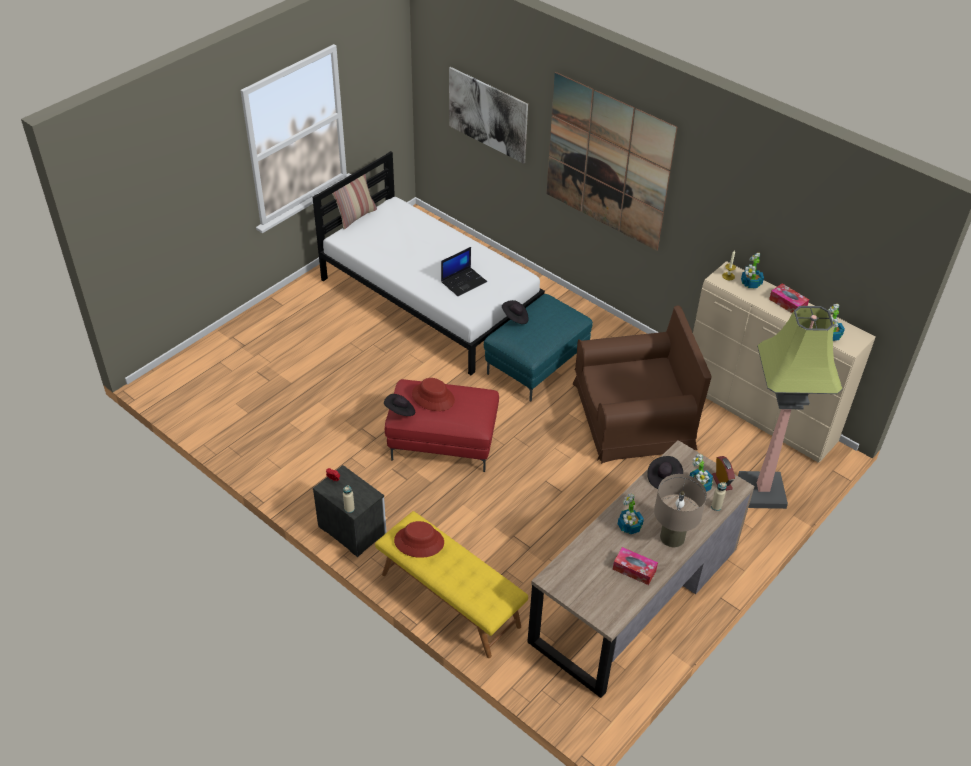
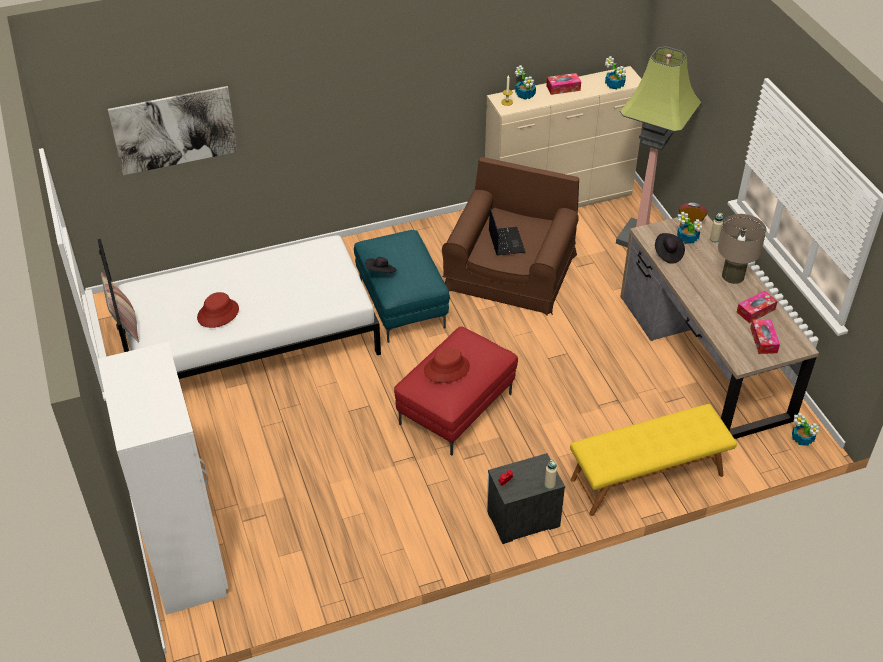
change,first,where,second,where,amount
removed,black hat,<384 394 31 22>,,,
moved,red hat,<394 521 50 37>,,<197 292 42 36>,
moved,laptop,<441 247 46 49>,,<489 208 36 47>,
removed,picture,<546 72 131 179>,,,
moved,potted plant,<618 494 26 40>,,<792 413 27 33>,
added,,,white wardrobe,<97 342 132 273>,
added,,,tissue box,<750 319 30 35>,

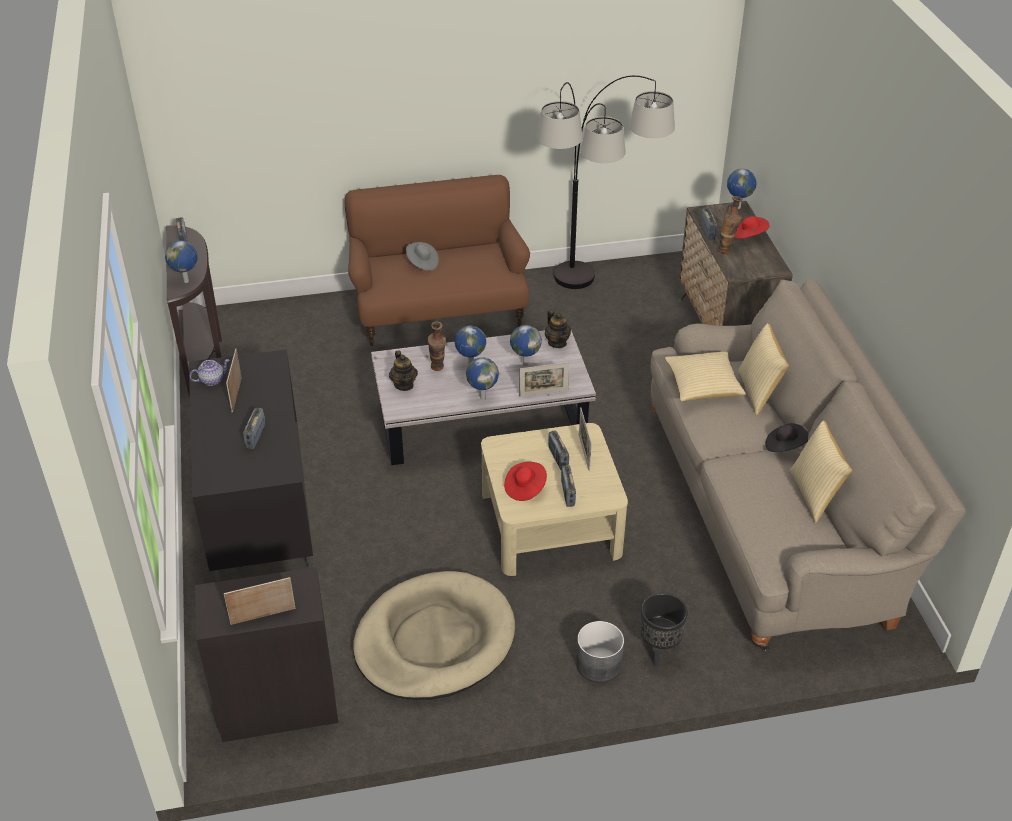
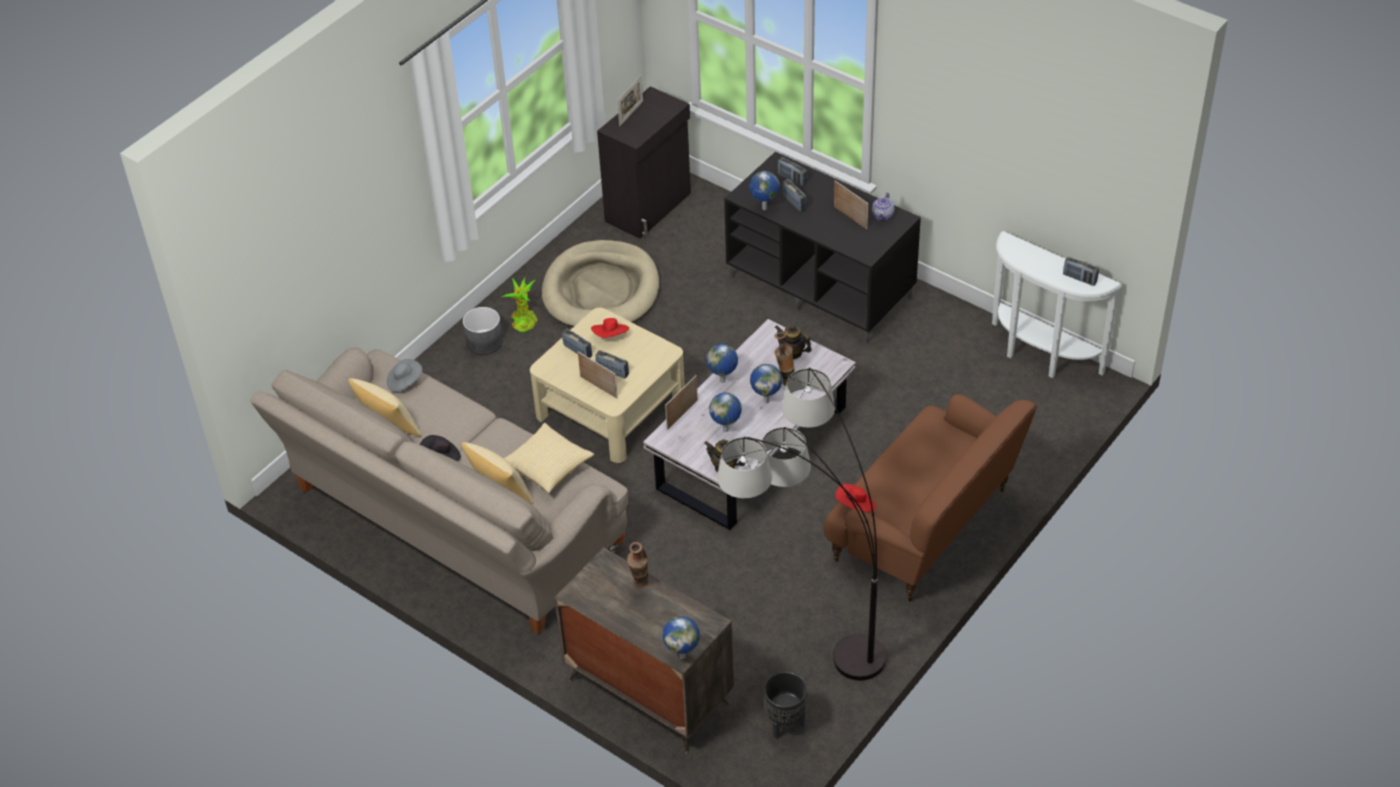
change,first,where,second,where,amount
moved,globe,<165 241 32 42>,,<749 171 30 39>,
recoloured,brown console table,<166 225 56 171>,white console table,<992 231 130 147>,
moved,grey hat,<406 242 33 29>,,<387 359 36 33>,
moved,black planter,<640 593 48 74>,,<763 672 44 67>,
moved,radio,<701 207 16 33>,,<778 157 29 30>,
moved,red hat,<734 216 36 23>,,<835 484 41 28>,
added,,,potted plant,<501 278 37 55>,

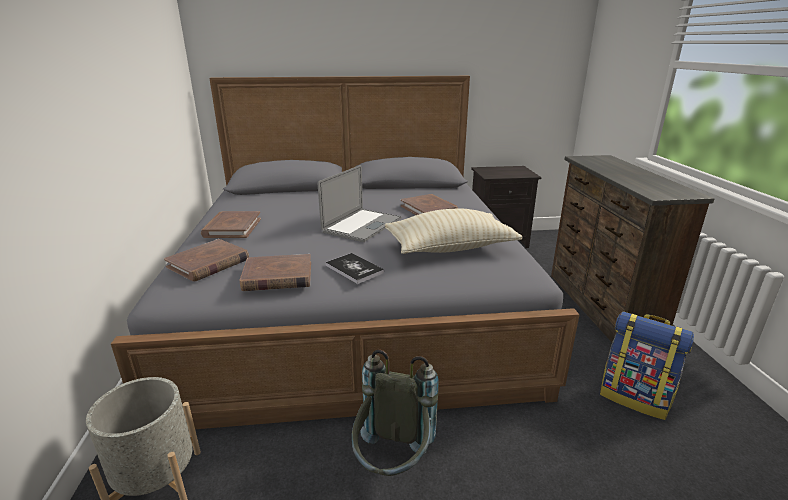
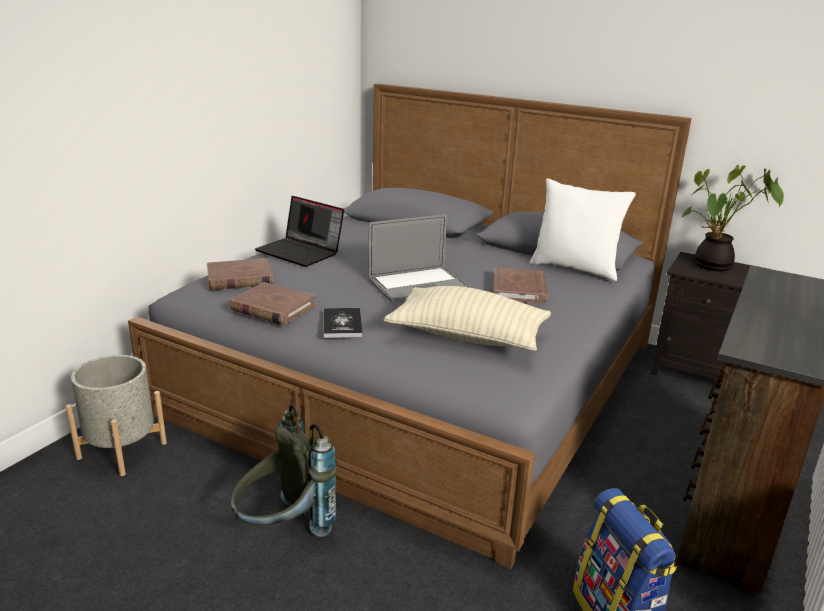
change,first,where,second,where,amount
replaced,brown book,<201 211 60 27>,laptop,<255 196 89 71>,
added,,,white pillow,<530 178 106 103>,
added,,,potted plant,<682 165 102 107>,

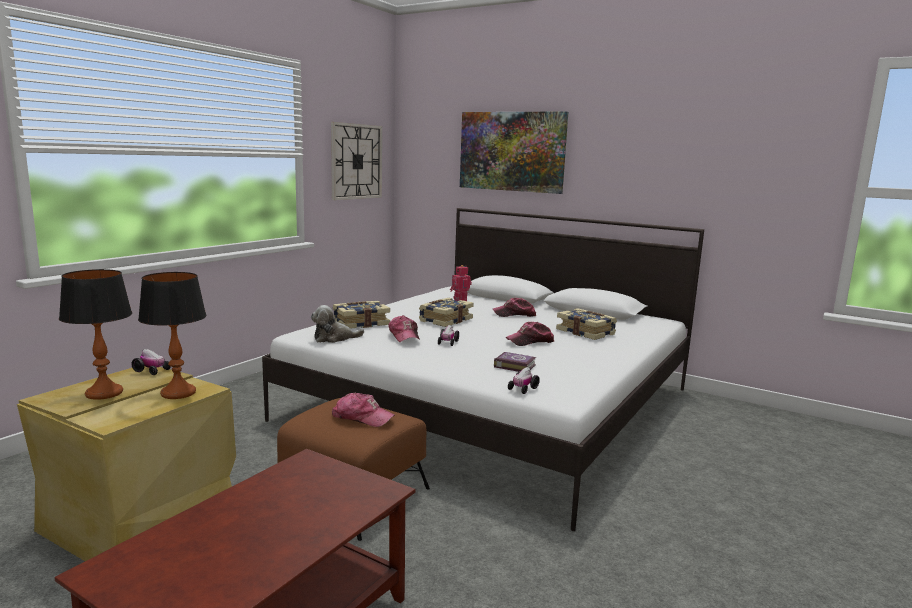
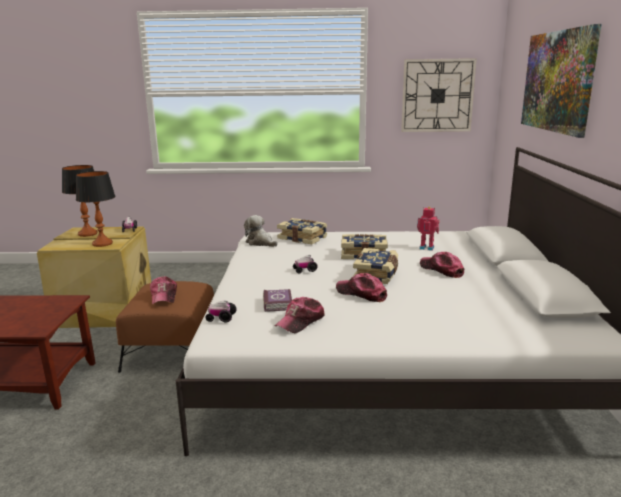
change,first,where,second,where,amount
moved,cap,<388 315 32 27>,,<275 297 50 36>,
moved,book,<556 308 61 32>,,<353 248 45 36>,

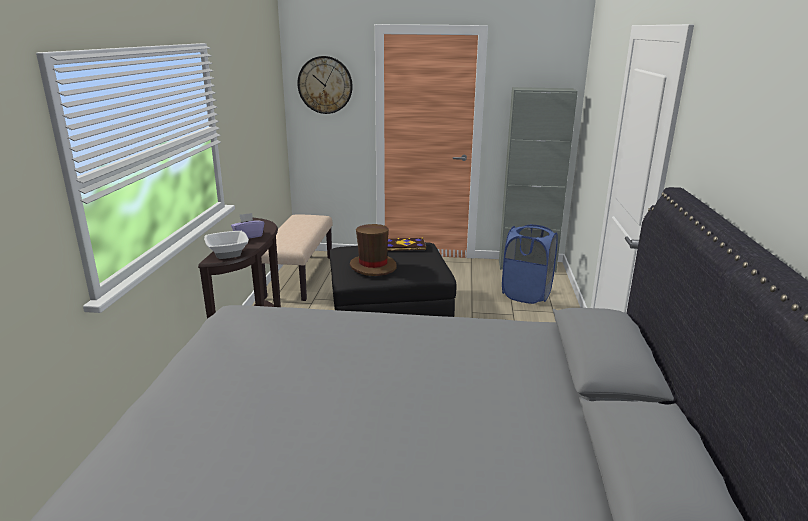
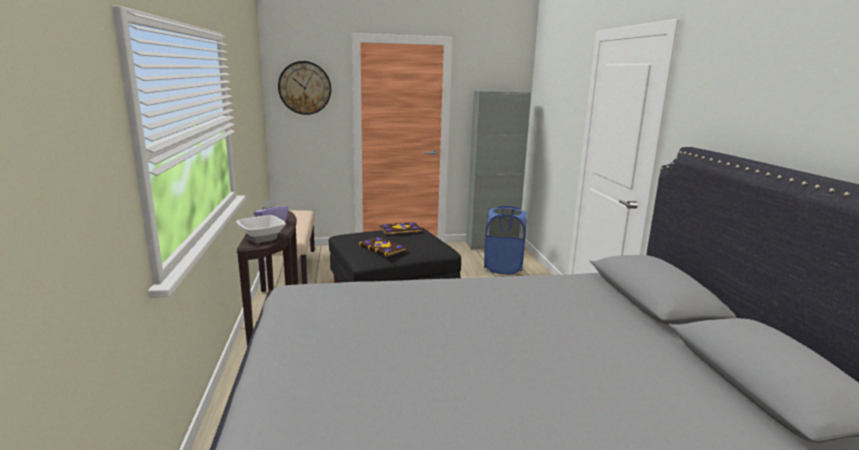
change,first,where,second,where,amount
replaced,brown hat,<350 224 47 52>,book,<359 237 48 20>,

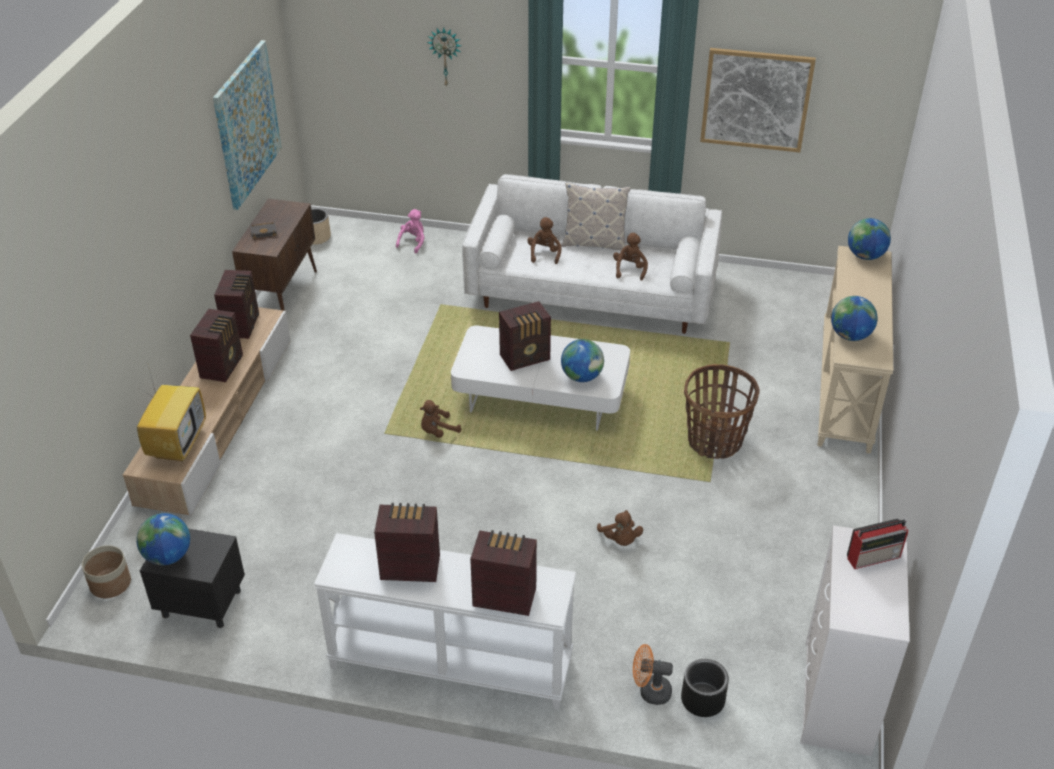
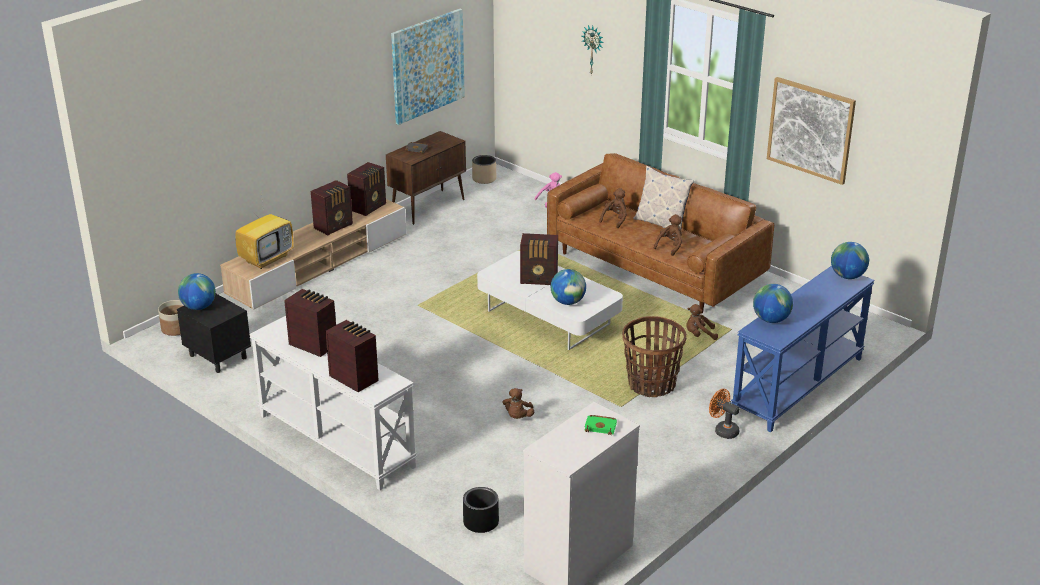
change,first,where,second,where,amount
moved,brown plush toy,<420 400 41 38>,,<686 304 32 36>,
recoloured,white sofa,<462 174 260 160>,brown sofa,<547 153 227 160>,
moved,orange fan,<633 644 40 61>,,<709 389 31 50>,
recoloured,beige console table,<817 246 76 208>,blue console table,<731 266 144 166>,
replaced,radio,<847 518 61 51>,green book,<584 415 33 20>,

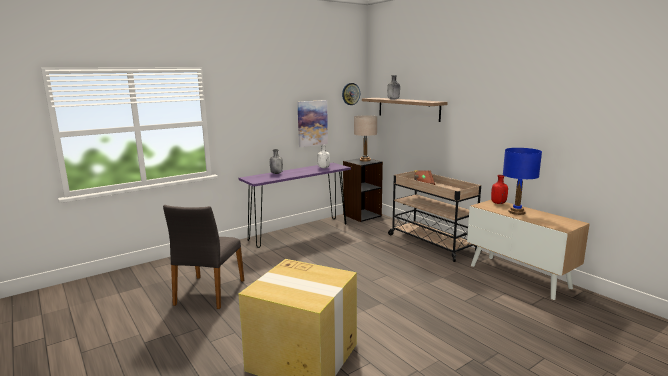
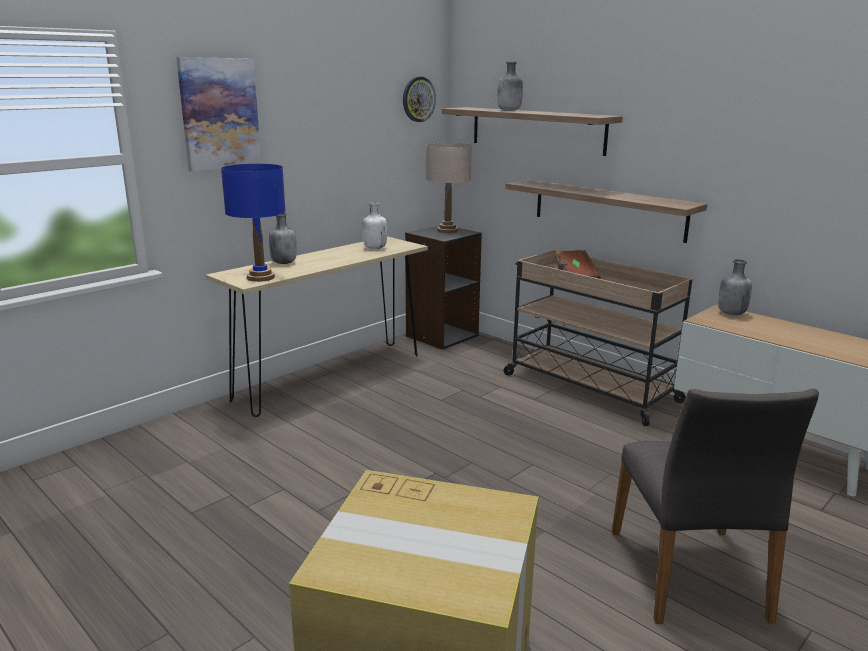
change,first,where,second,where,amount
moved,grey chair,<163 205 81 104>,,<612 389 207 235>,
recoloured,purple console table,<239 163 112 85>,beige console table,<206 236 222 181>,
moved,picture,<297 100 31 47>,,<176 57 85 115>,
recoloured,red bottle,<491 175 17 29>,grey bottle,<718 259 34 56>,
moved,blue table lamp,<503 148 39 67>,,<221 164 65 118>,
added,,,shelf,<505 180 202 63>,

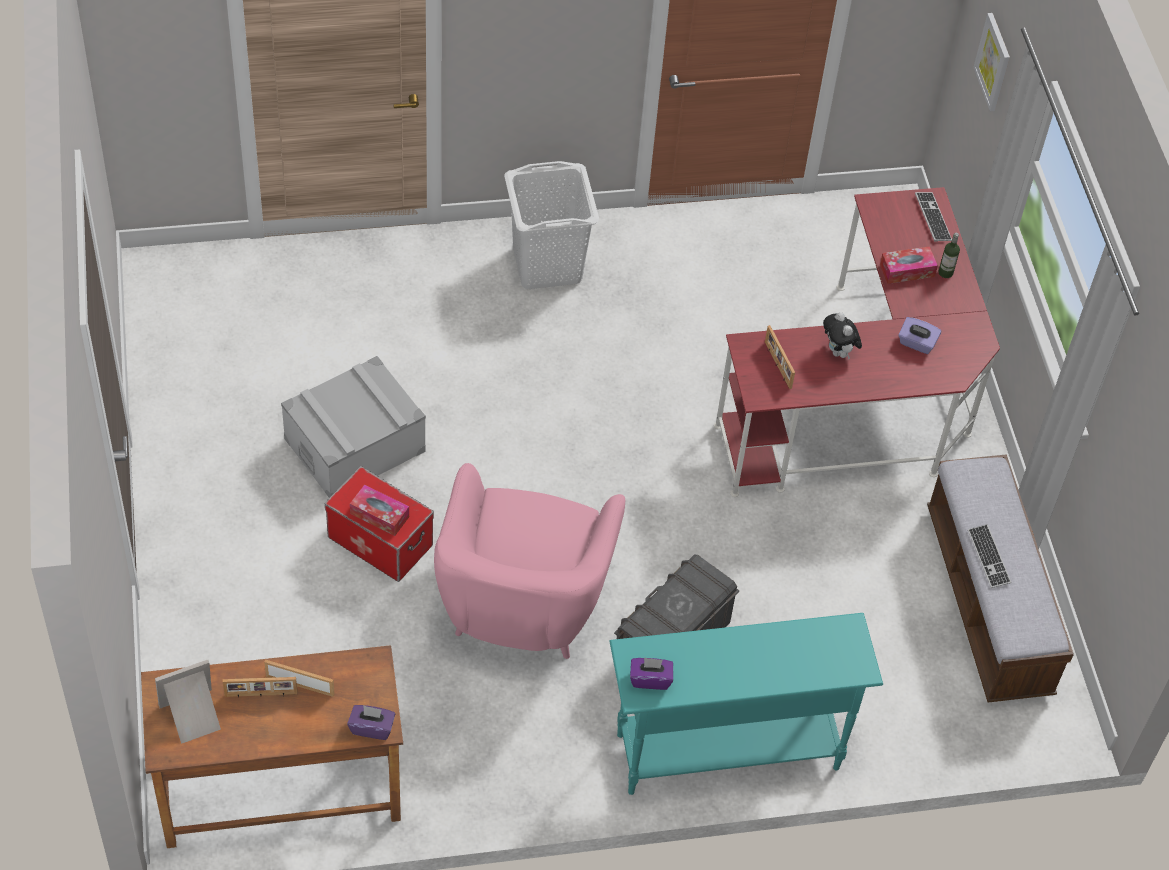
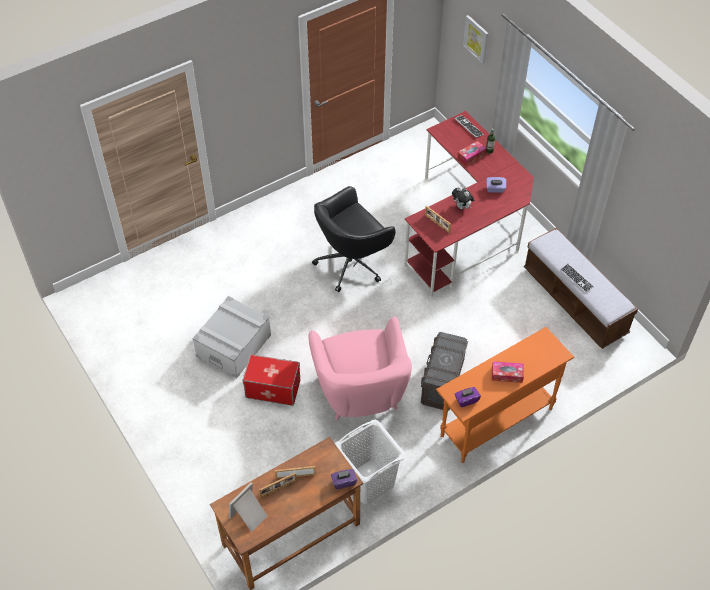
change,first,where,second,where,amount
moved,tissue box,<350 484 59 52>,,<492 361 32 22>,
moved,white laundry basket,<504 161 95 128>,,<335 420 71 84>,
recoloured,turquoise console table,<609 613 274 182>,orange console table,<436 327 138 136>,
added,,,black office chair,<312 186 84 106>,

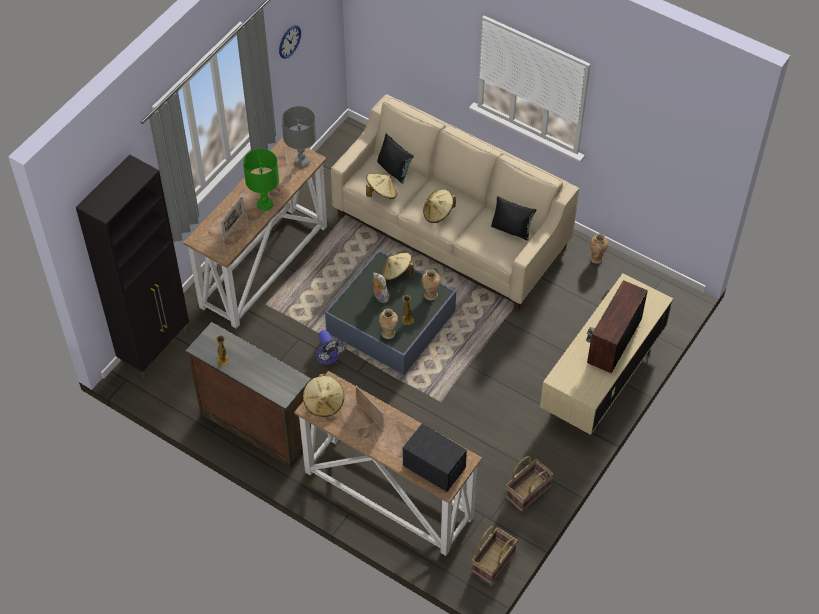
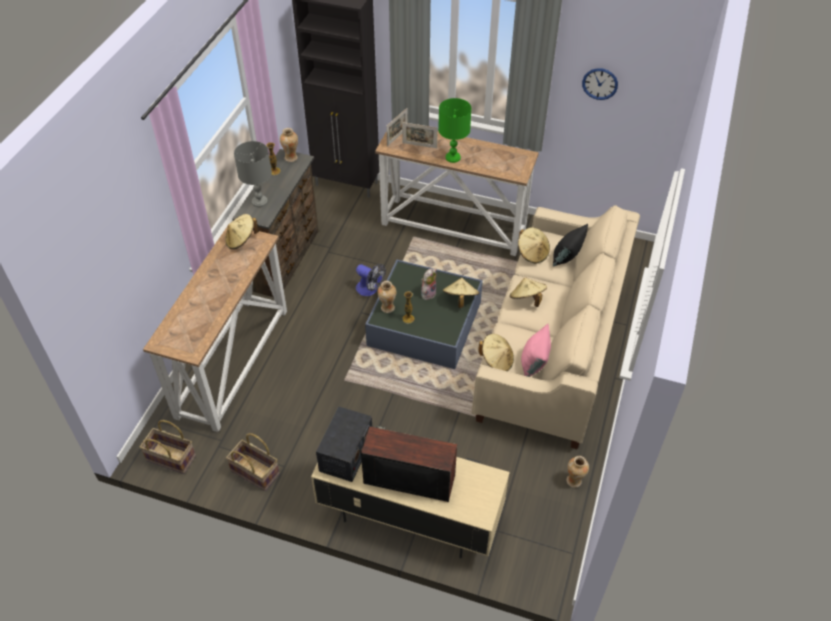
change,first,where,second,where,amount
moved,grey table lamp,<282 106 34 62>,,<234 141 38 66>,
turned,fan,<316 330 31 34>,,<356 264 30 32>,105 degrees counterclockwise
moved,picture frame,<356 386 28 44>,,<386 108 22 38>,
moved,radio,<403 424 64 68>,,<316 406 56 76>,
moved,vase,<421 269 19 31>,,<280 128 18 34>,
recoloured,black pillow,<491 196 45 45>,pink pillow,<521 324 30 53>,
added,,,beige hat,<478 334 36 37>,

